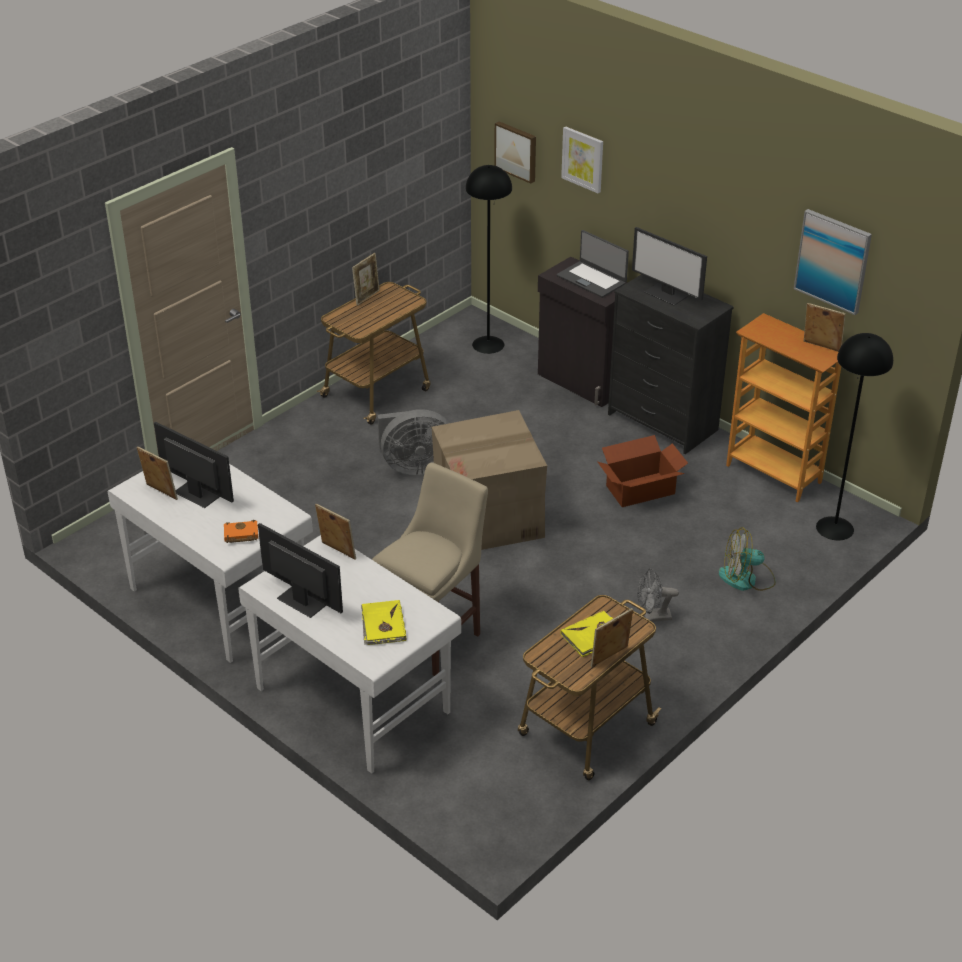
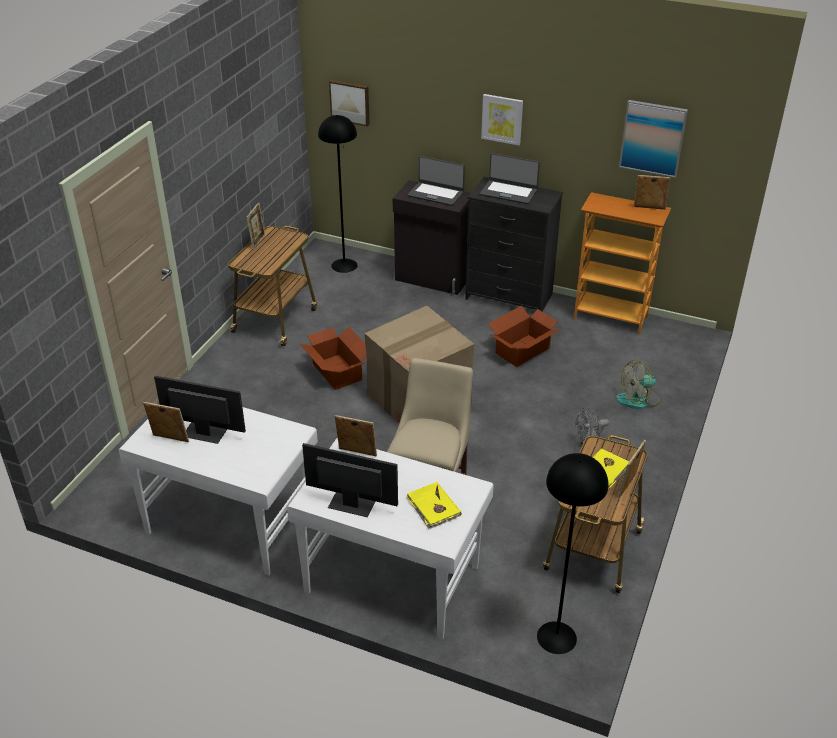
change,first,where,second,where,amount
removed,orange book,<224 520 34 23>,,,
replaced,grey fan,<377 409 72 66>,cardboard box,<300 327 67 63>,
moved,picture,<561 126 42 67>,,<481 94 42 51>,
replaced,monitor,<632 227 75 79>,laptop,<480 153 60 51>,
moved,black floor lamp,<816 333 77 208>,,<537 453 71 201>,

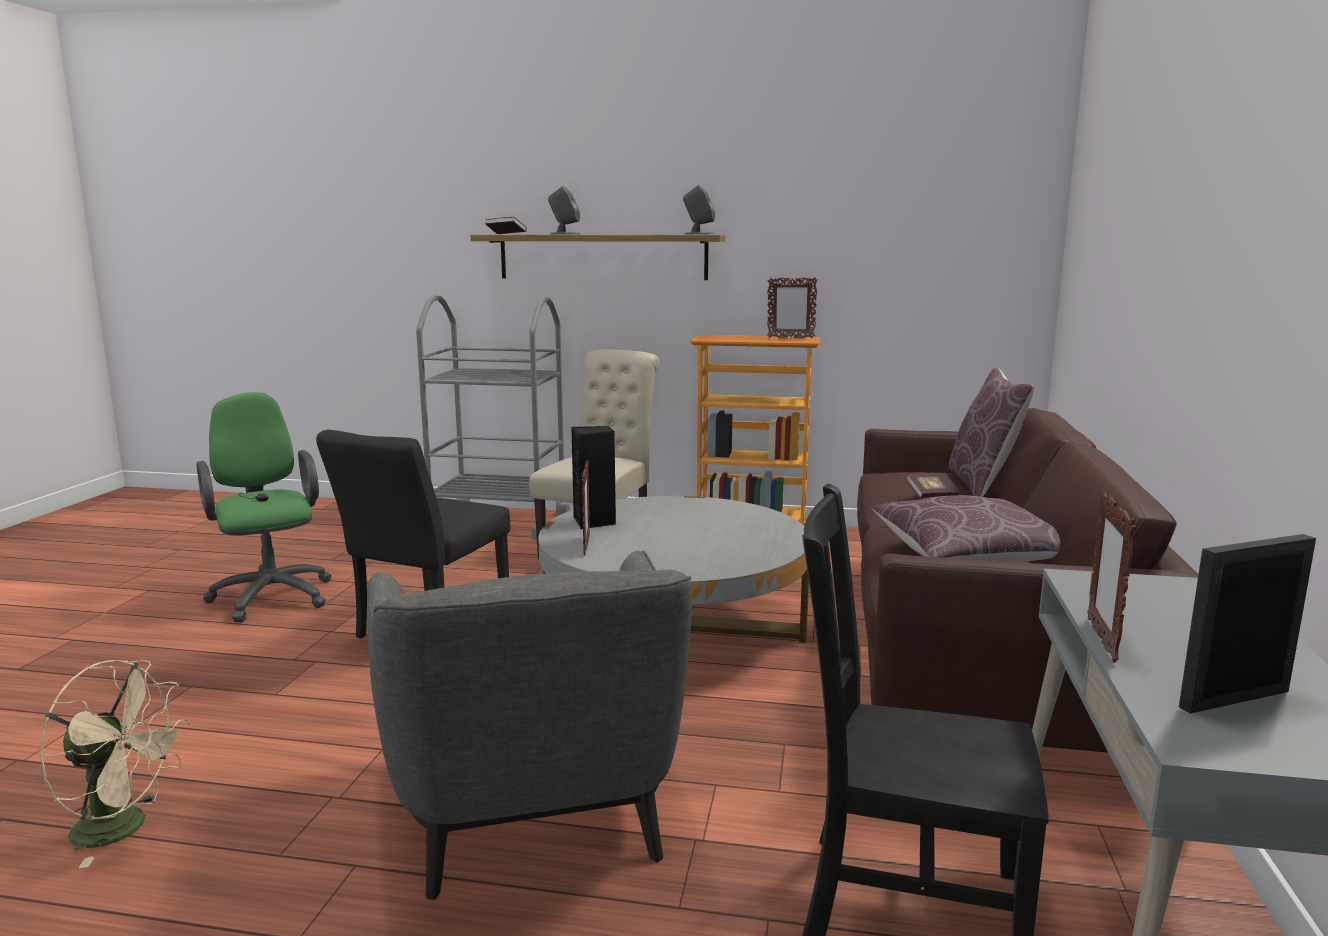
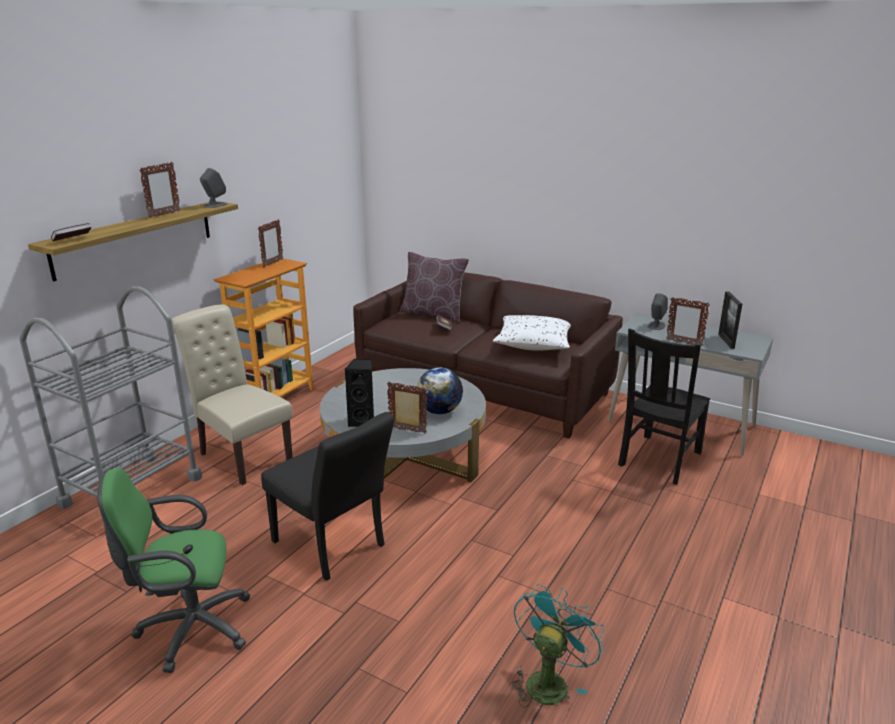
change,first,where,second,where,amount
recoloured,beige fan,<40 660 149 208>,turquoise fan,<511 584 93 124>,
removed,grey armchair,<367 551 325 349>,,,
moved,grey speaker,<548 186 32 48>,,<647 293 21 37>,
recoloured,brown pillow,<872 495 189 67>,white pillow,<493 315 78 36>,
added,,,picture frame,<139 162 42 56>,
added,,,globe,<416 368 47 46>,

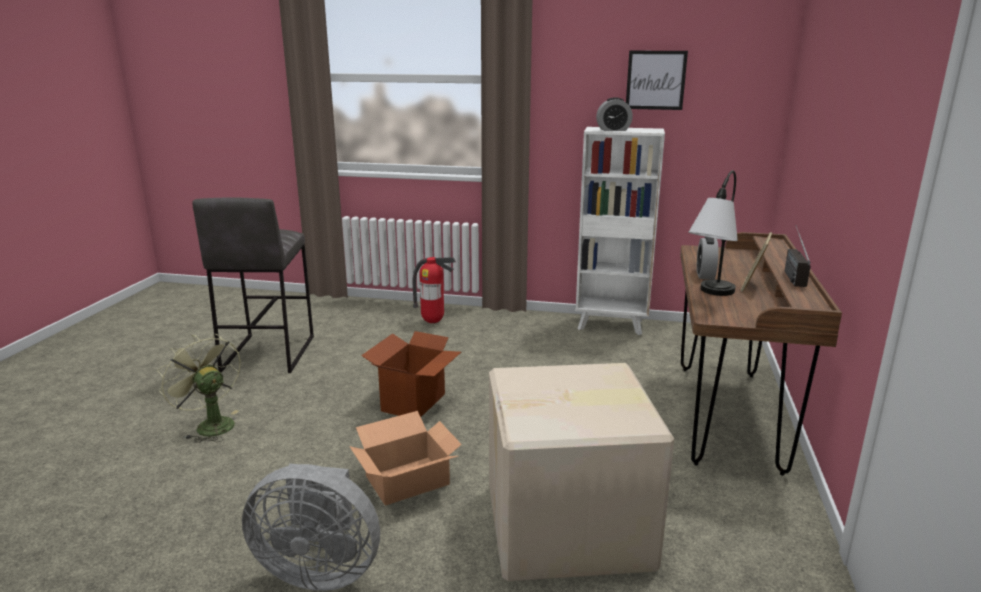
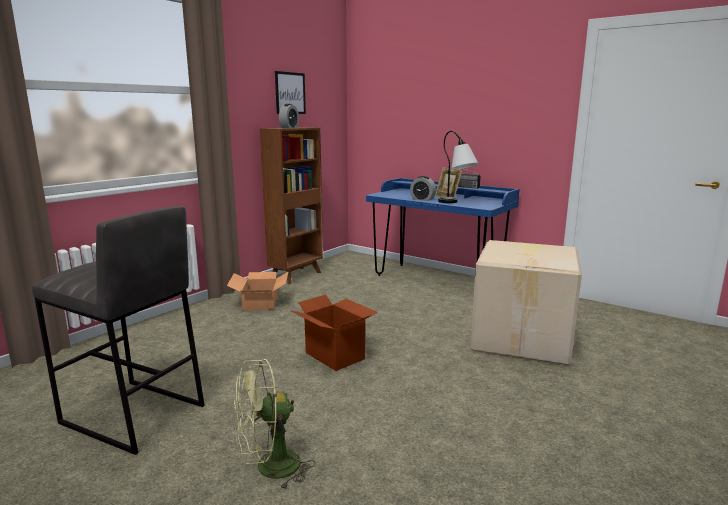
change,first,where,second,where,amount
removed,grey fan,<242 464 138 127>,,,
moved,cardboard box,<349 411 113 95>,,<227 271 62 39>,
removed,fire extinguisher,<413 257 43 66>,,,
recoloured,white bookcase,<576 127 89 208>,brown bookcase,<260 127 63 157>,
recoloured,brown desk,<680 232 162 244>,blue desk,<366 178 154 98>,

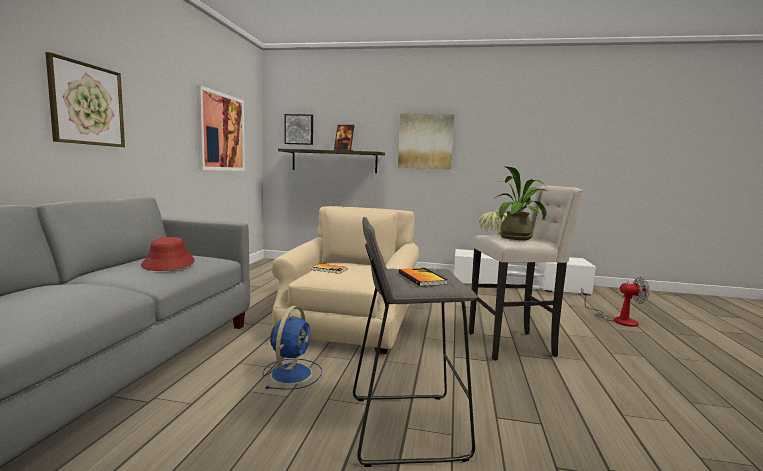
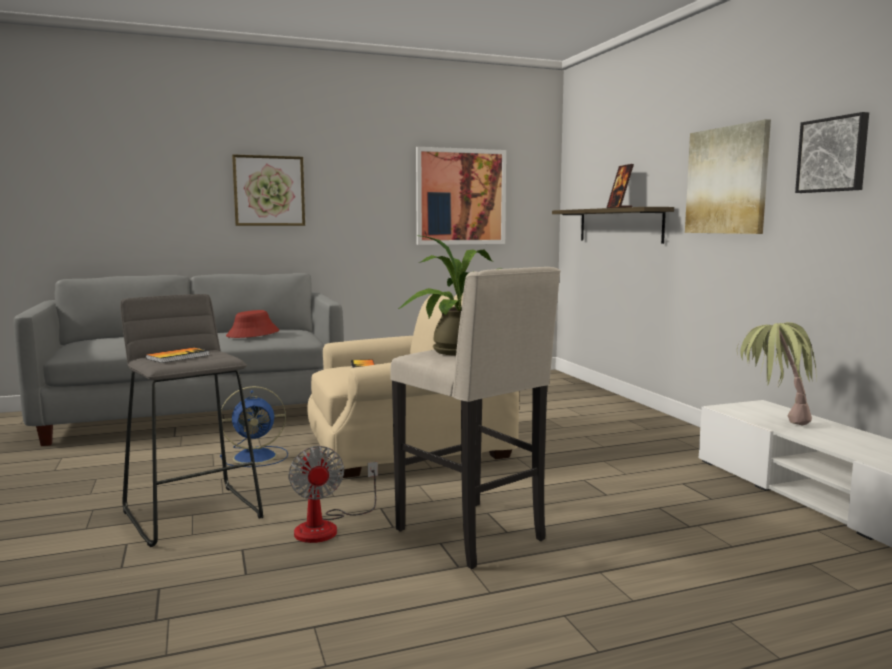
change,first,where,second,where,amount
moved,picture,<284 114 29 31>,,<795 112 74 81>,
moved,fan,<581 277 69 50>,,<288 446 90 97>,

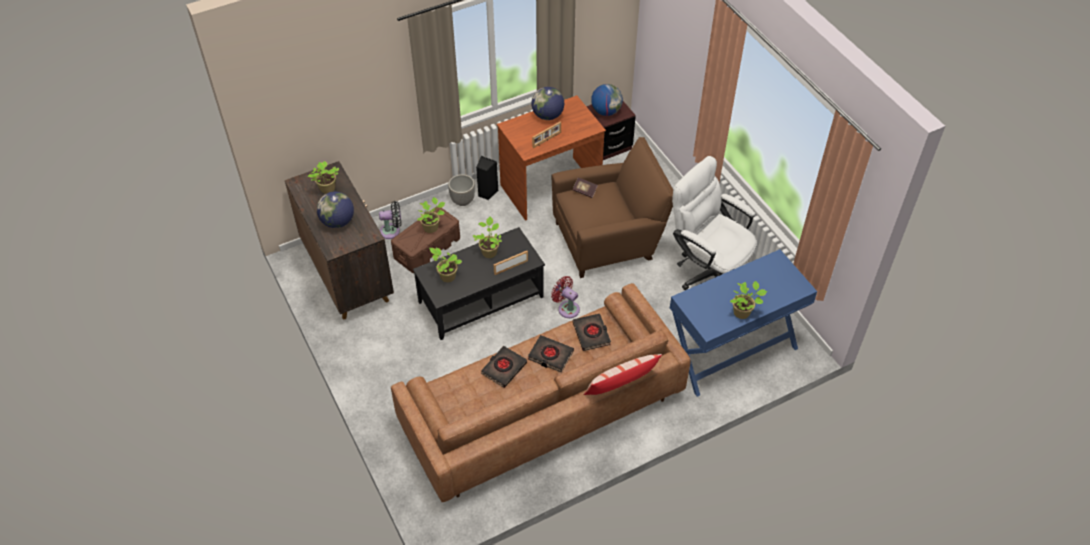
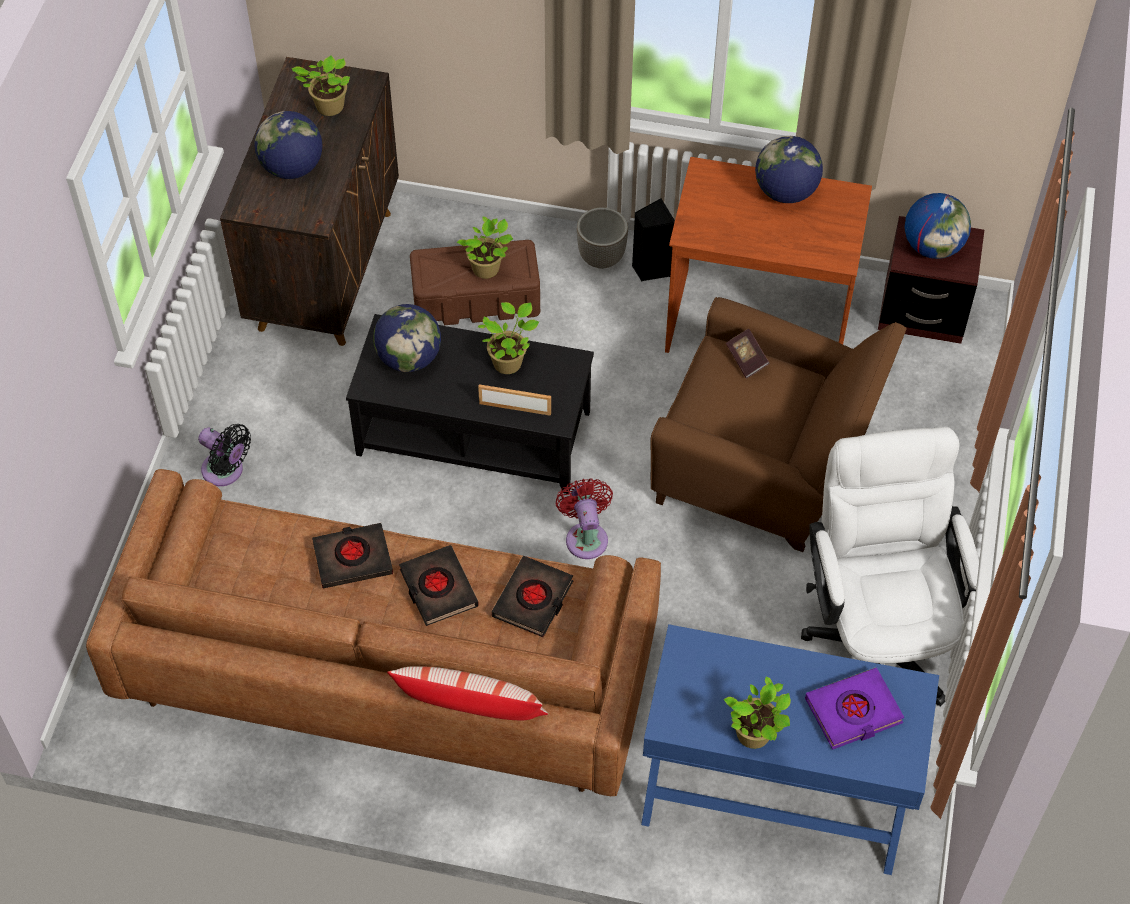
change,first,where,second,where,amount
moved,black fan,<379 201 22 38>,,<198 424 53 62>,
replaced,potted plant,<429 248 33 34>,globe,<373 304 68 68>,
removed,picture frame,<532 121 29 27>,,,
added,,,purple book,<805 668 99 82>,

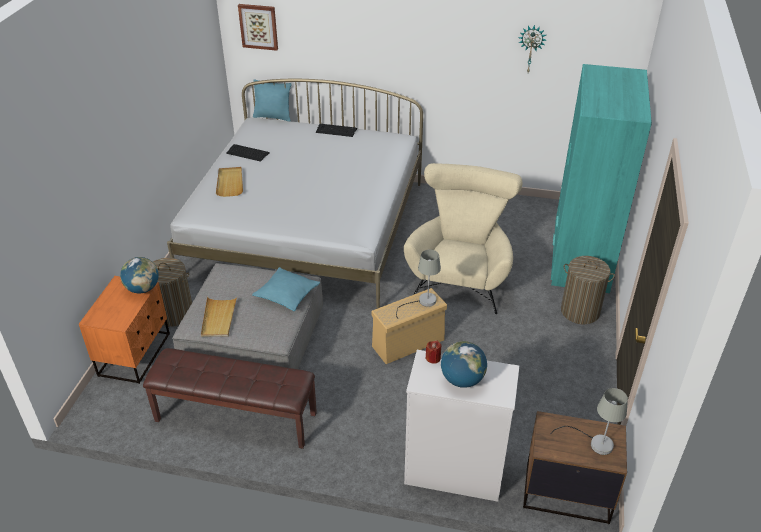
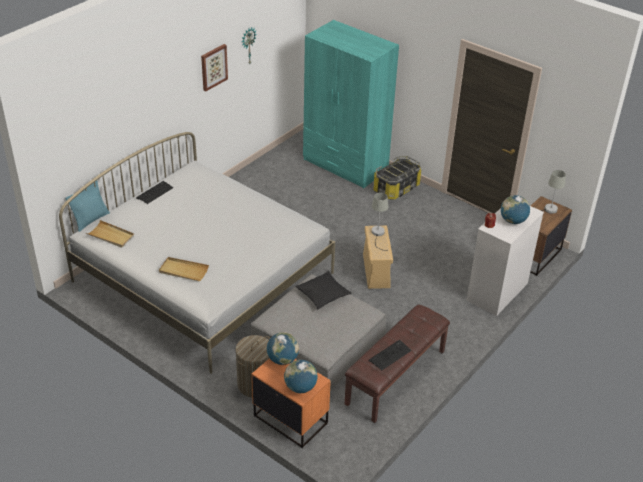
change,first,where,second,where,amount
moved,beige tray,<201 297 36 40>,,<86 220 48 28>,
moved,keyboard,<226 144 44 18>,,<369 340 43 31>,
moved,picture,<238 4 40 47>,,<201 44 27 47>,
recoloured,turquoise pillow,<252 267 68 44>,black pillow,<295 271 57 38>,
removed,beige armchair,<404 163 118 151>,,,
replaced,laundry basket,<561 256 54 68>,storage box,<373 156 48 44>,
added,,,globe,<284 360 34 33>,

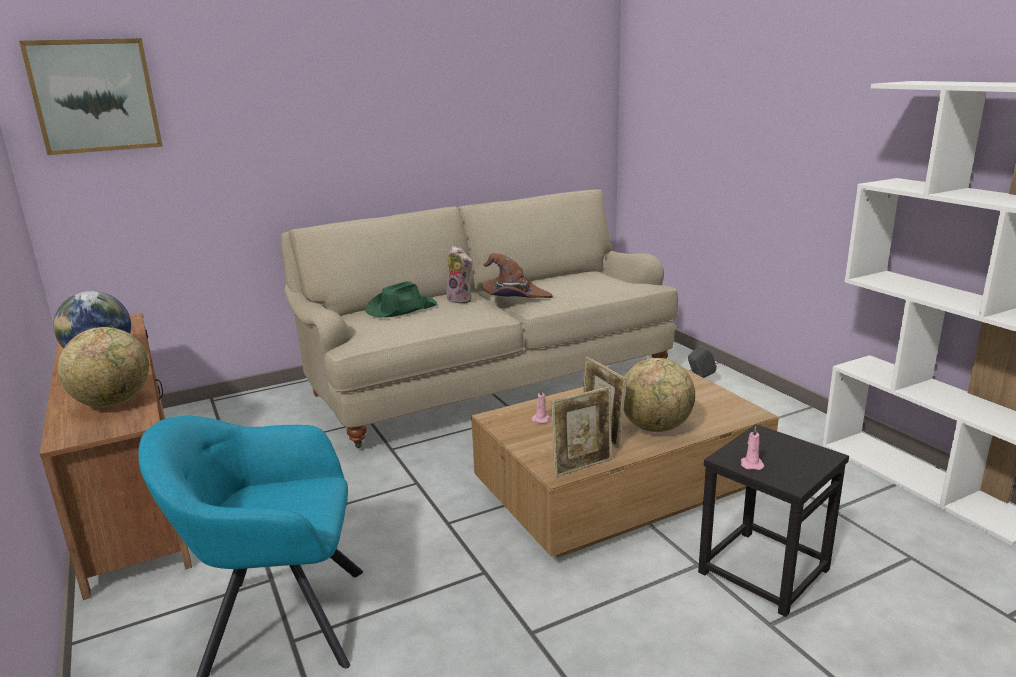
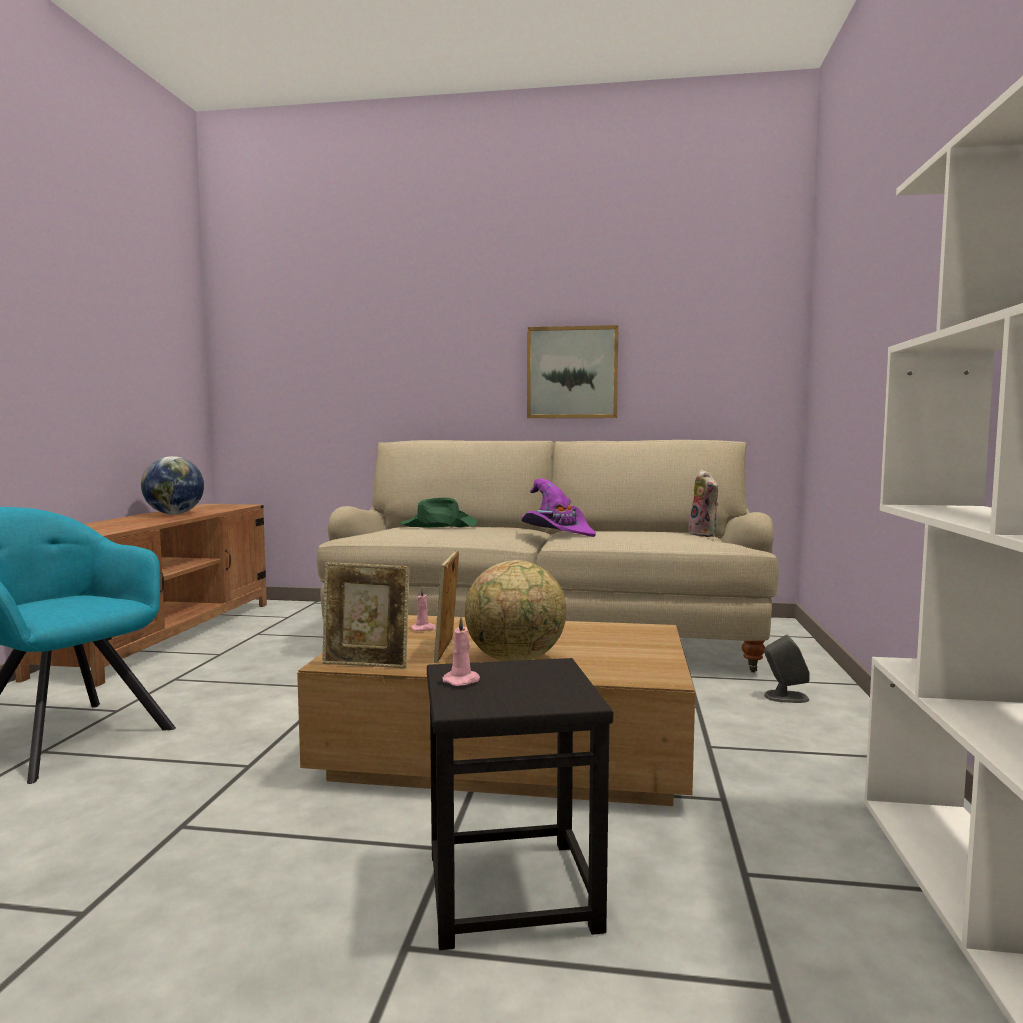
change,first,where,second,where,amount
moved,picture,<19 38 144 117>,,<527 325 91 93>,
removed,globe,<58 327 91 81>,,,
moved,plush toy,<446 246 26 58>,,<688 470 30 67>,
recoloured,brown hat,<483 253 70 45>,purple hat,<521 479 75 58>,

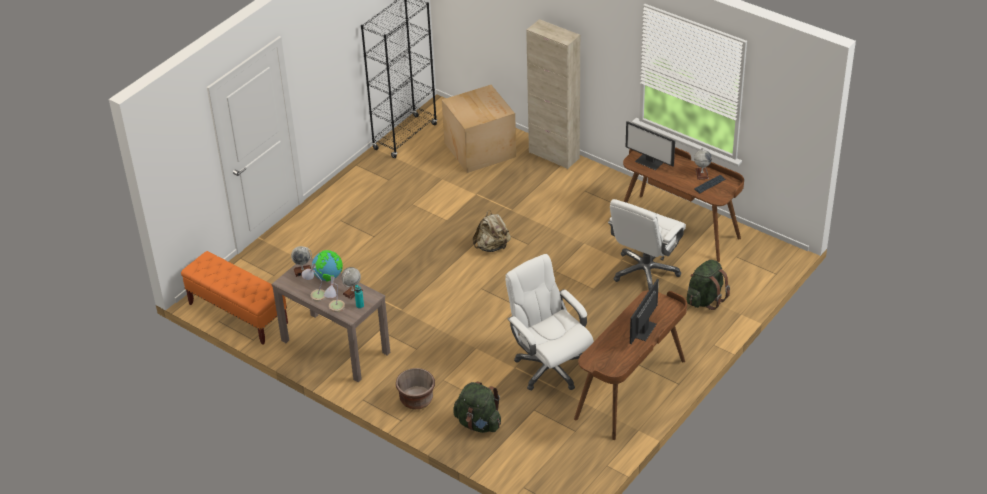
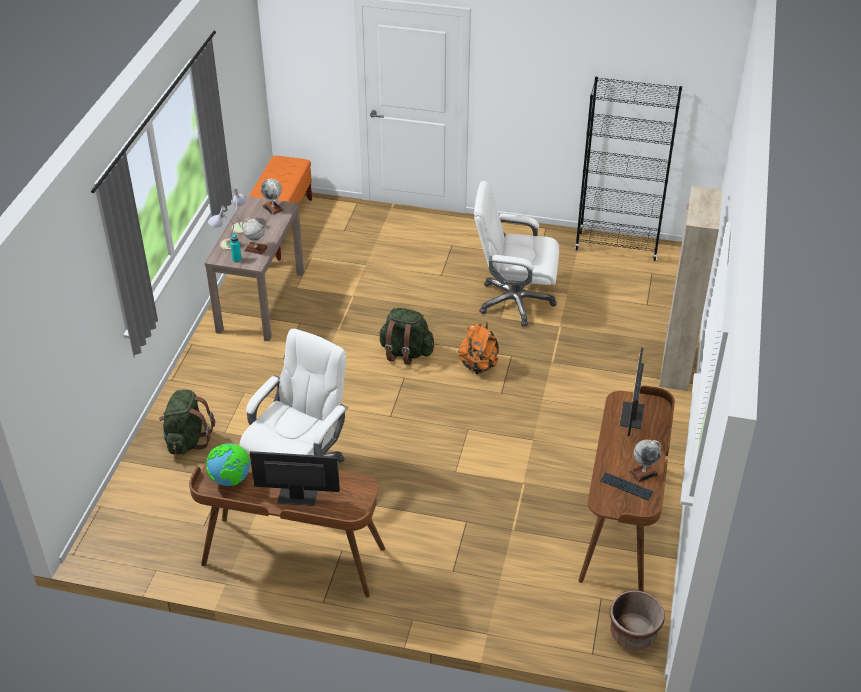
change,first,where,second,where,amount
moved,globe,<312 250 31 32>,,<206 444 44 42>,
moved,brown planter,<396 368 39 41>,,<609 590 56 60>,
removed,cardboard box,<442 85 74 88>,,,
recoloured,beige backpack,<473 210 38 42>,orange backpack,<458 322 41 52>,
moved,white office chair,<608 199 78 91>,,<474 181 85 145>,
moved,green backpack,<687 260 43 50>,,<379 308 55 57>,

